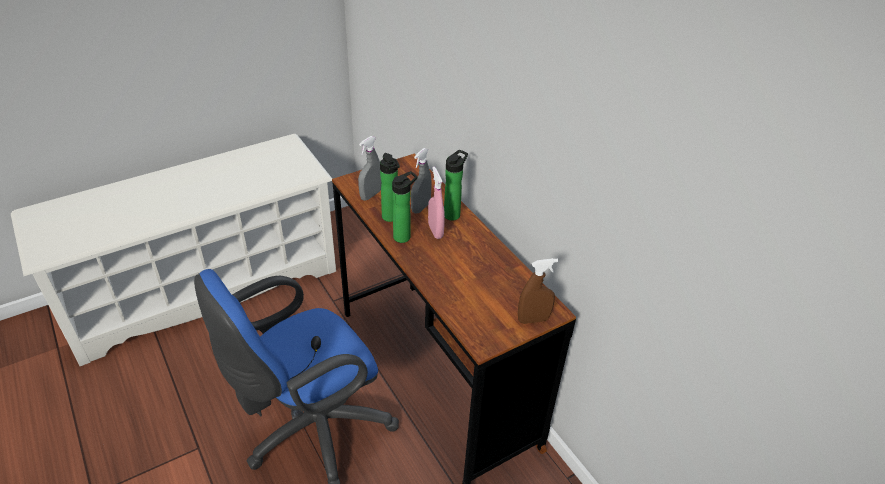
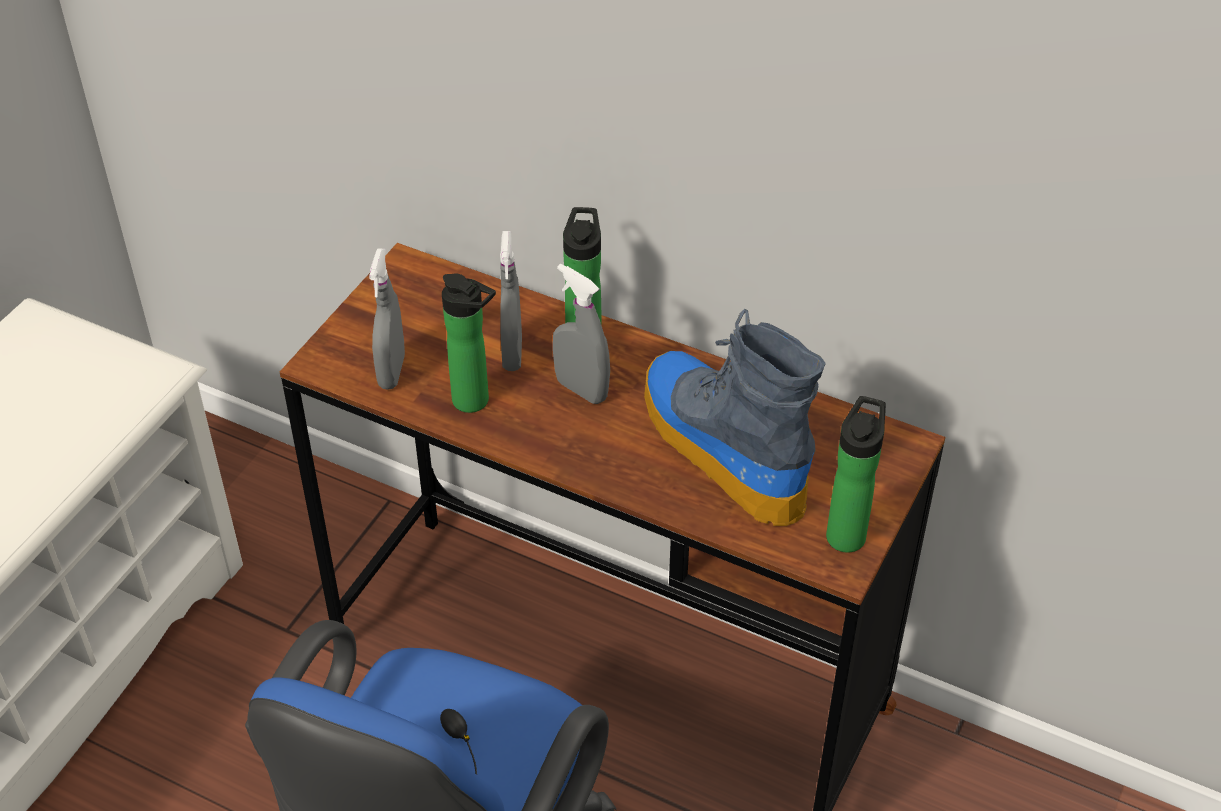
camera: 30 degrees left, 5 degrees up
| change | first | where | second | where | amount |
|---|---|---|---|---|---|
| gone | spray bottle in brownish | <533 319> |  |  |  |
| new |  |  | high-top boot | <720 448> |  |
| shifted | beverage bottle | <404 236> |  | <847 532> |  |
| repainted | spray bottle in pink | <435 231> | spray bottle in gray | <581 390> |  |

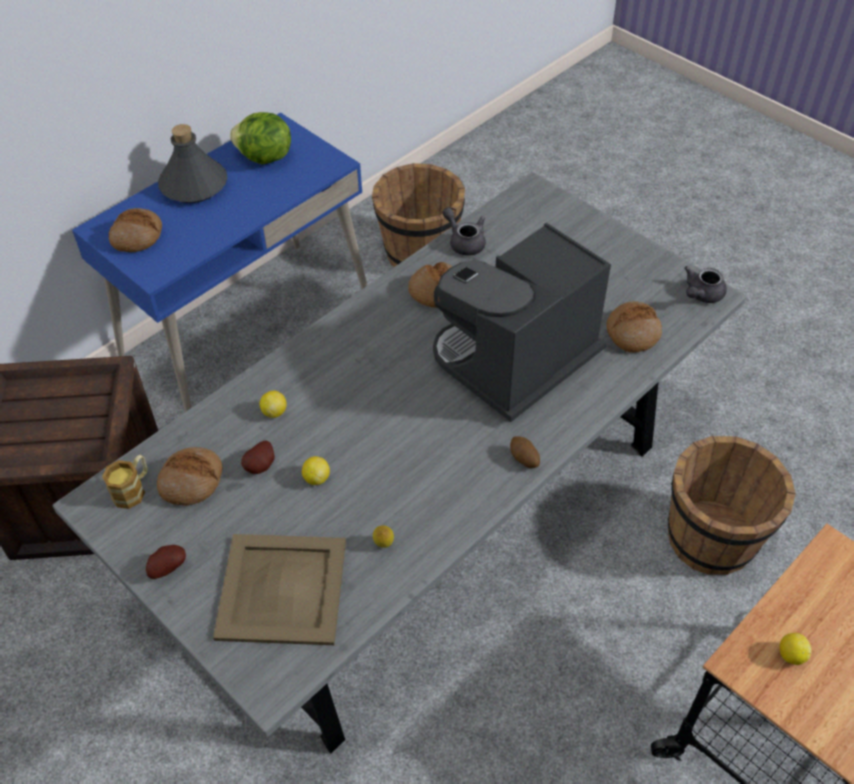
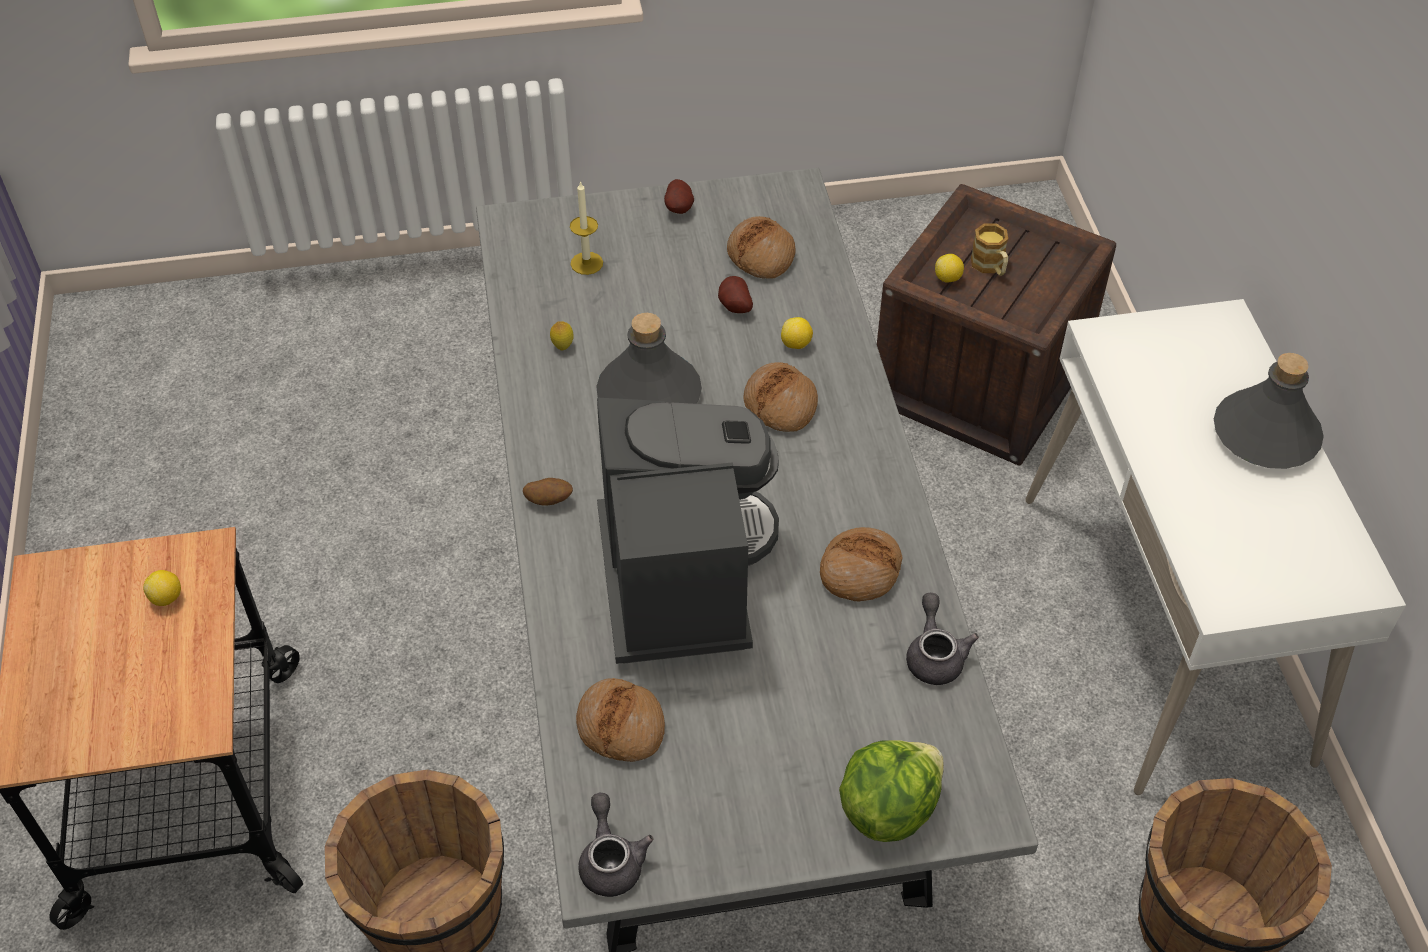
camera: 125 degrees right, 0 degrees up
| change | first | where | second | where | amount |
|---|---|---|---|---|---|
| new |  |  | beverage bottle in gray | <649 394> |  |
| shifted | coffee mug | <133 489> |  | <990 267> |  |
| shifted | bread | <137 236> |  | <780 404> |  |
| shifted | lettuce head | <264 158> |  | <887 808> |  |
| shifted | whole lemon | <316 478> |  | <948 278> |  |
| swapped | tray in sand-coloured | <280 590> | wax light | <586 263> |  |
| repainted | desk table in blue | <247 328> | desk table in white | <1164 625> |  |
| rotated | tea pot in gray | <464 242> |  | <935 655> | 90 degrees counterclockwise |

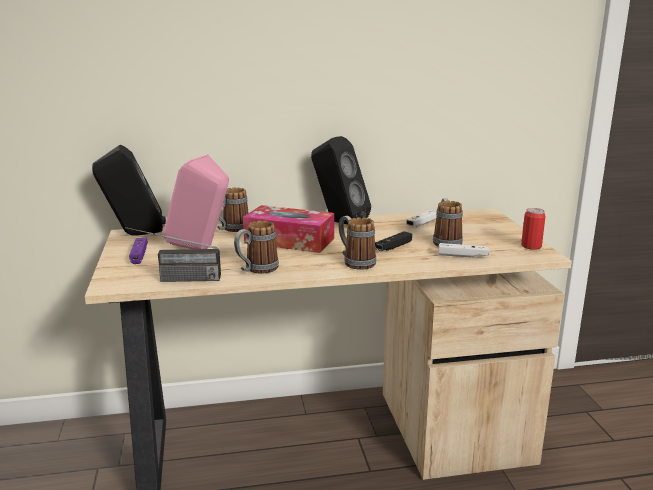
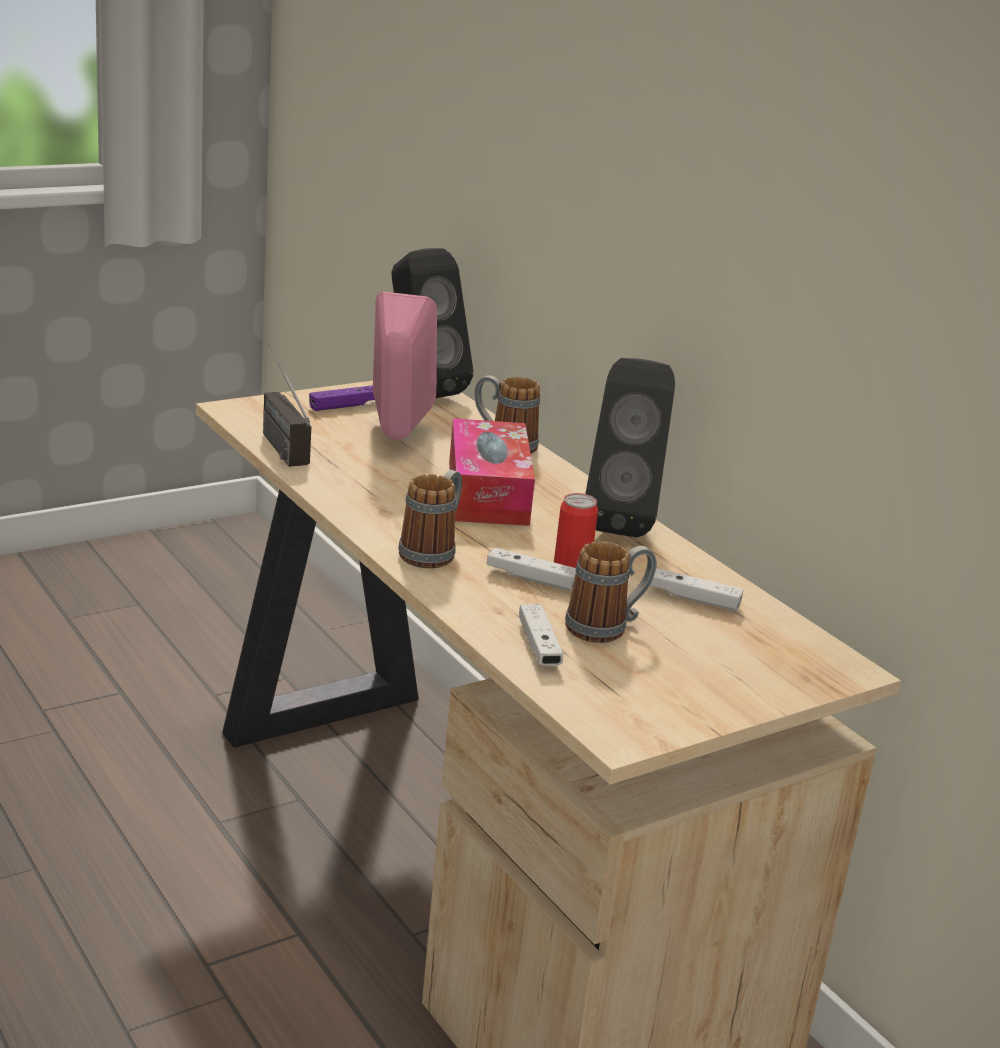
camera: 65 degrees right, 5 degrees up
| change | first | where | second | where | amount |
|---|---|---|---|---|---|
| gone | coffee mug | <256 270> |  |  |  |
| shifted | sealed can | <531 246> |  | <572 564> |  |
| repainted | joypad in black | <393 247> | joypad in white | <531 579> |  |

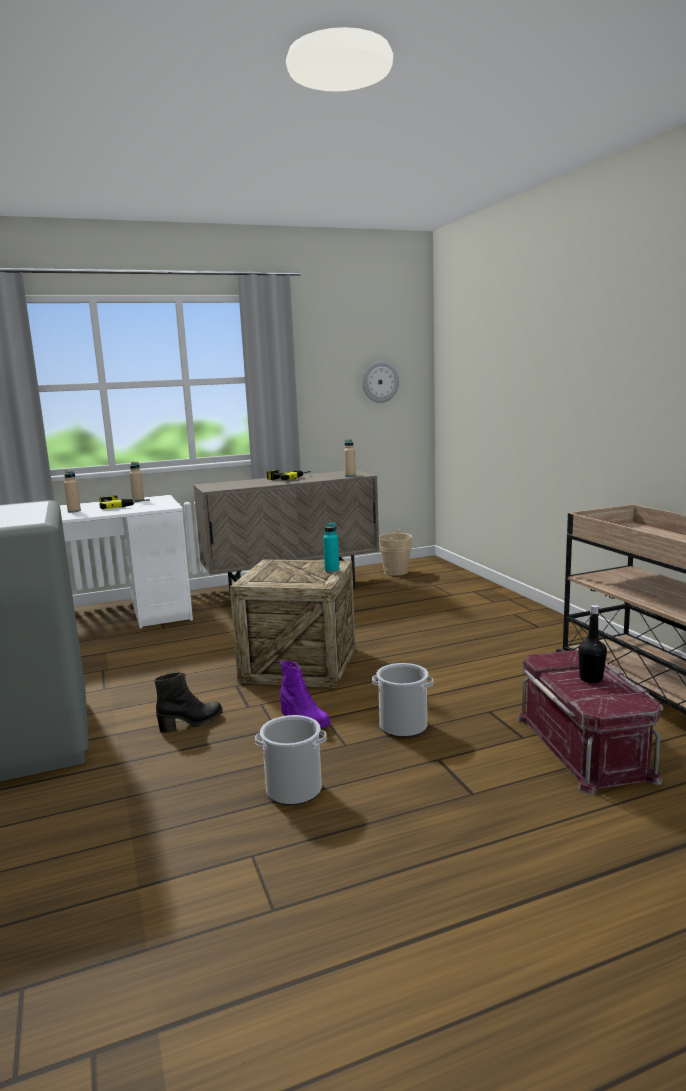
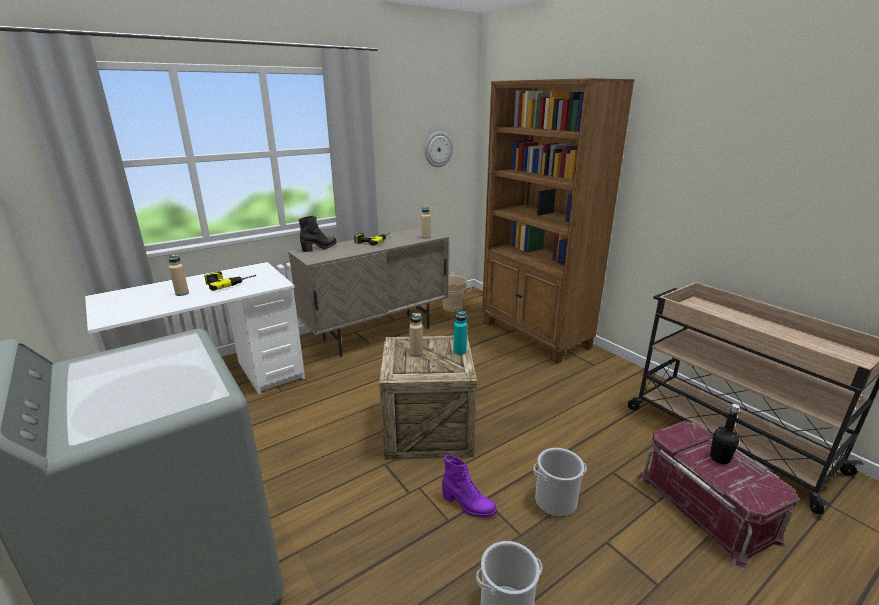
camera: 15 degrees left, 10 degrees up
| change | first | where | second | where | amount |
|---|---|---|---|---|---|
| new |  |  | bookshelf in brownish | <535 335> |  |
| shifted | beverage bottle in sand-coloured | <138 500> |  | <416 353> |  |
| shifted | high-top boot in black | <191 723> |  | <320 248> |  |

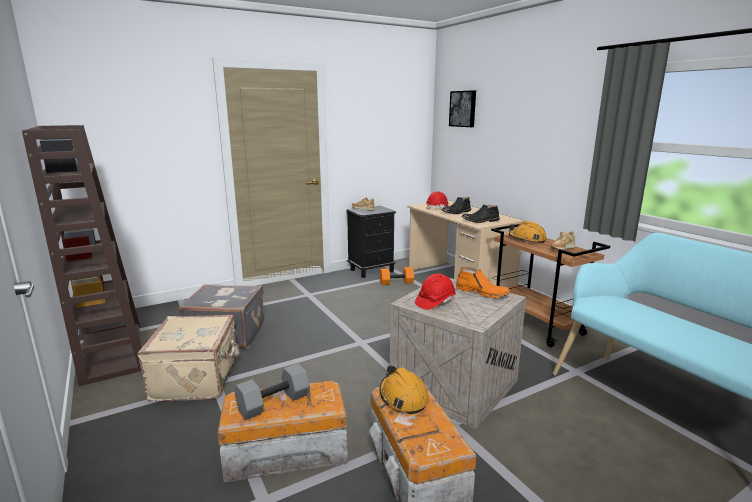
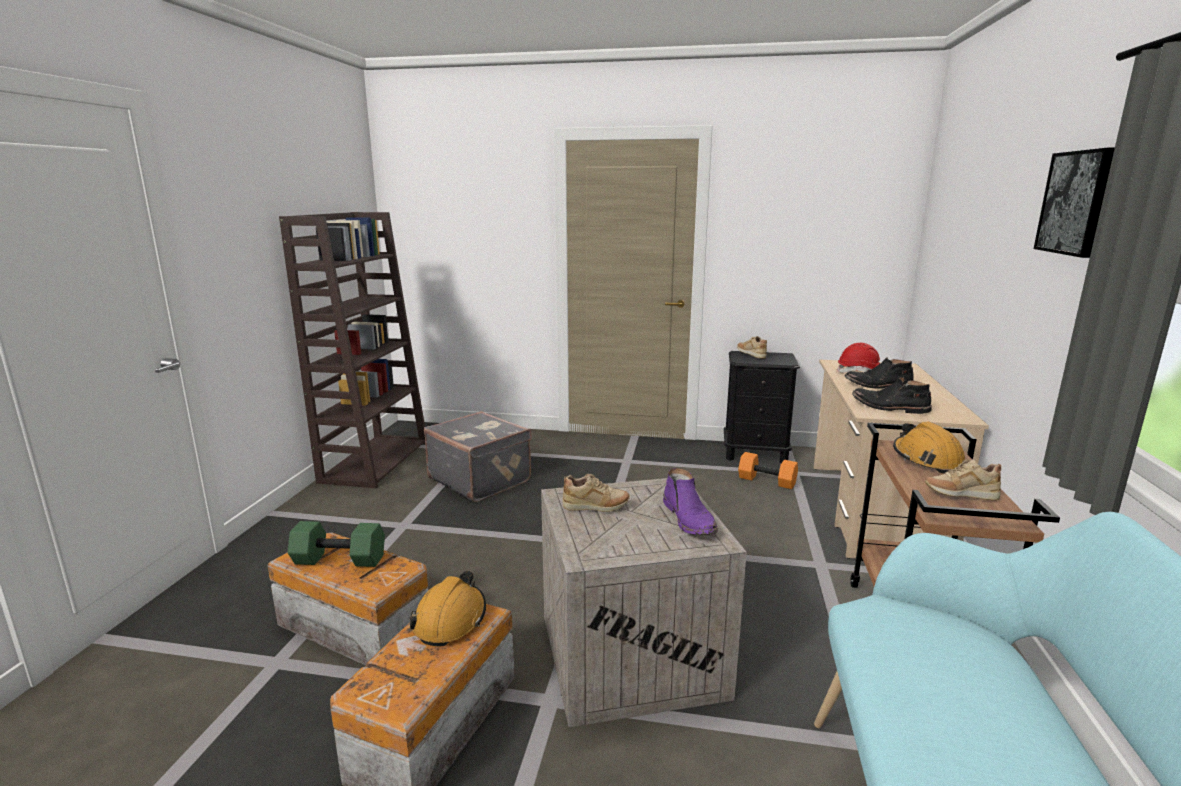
camera: 40 degrees right, 0 degrees up
| change | first | where | second | where | amount |
|---|---|---|---|---|---|
| gone | travel case in sand-coloured | <197 378> |  |  |  |
| shifted | picture | <463 109> |  | <1079 203> |  |
| swapped | work helmet in red-coloured | <435 302> | shoe in sand-coloured | <595 508> |  |
| repainted | dumbbell in gray | <273 404> | dumbbell in greenish | <338 560> |  |
| repainted | high-top boot in orange | <482 292> | high-top boot in purplish | <690 519> |  |

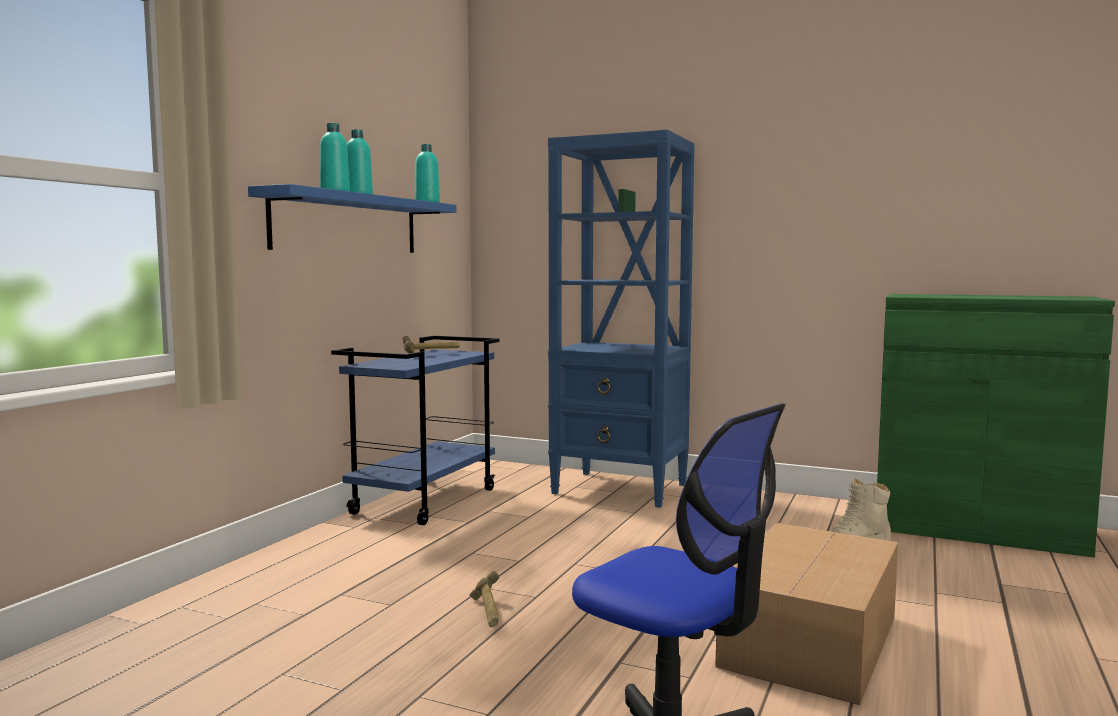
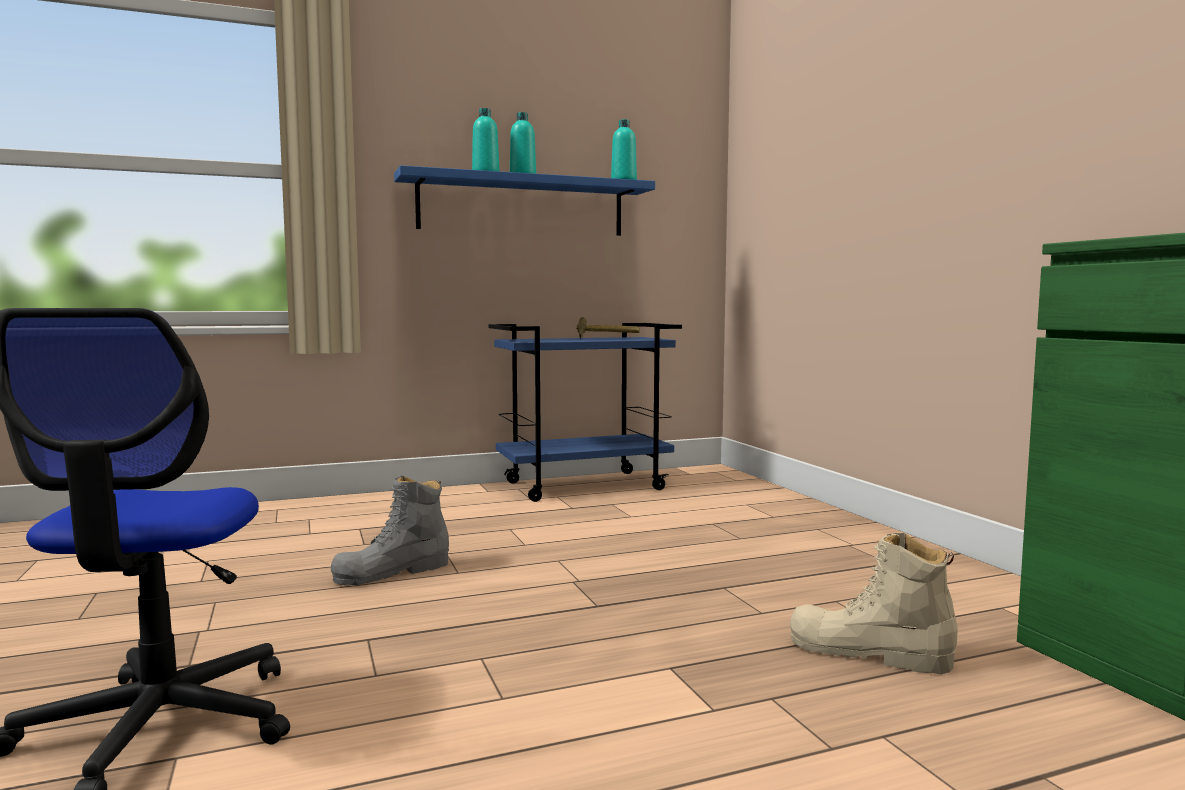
camera: 45 degrees right, 0 degrees up
| change | first | where | second | where | amount |
|---|---|---|---|---|---|
| gone | bookshelf in blue | <621 489> |  |  |  |
| gone | cardboard box | <813 640> |  |  |  |
| swapped | tool hammer | <488 615> | high-top boot in gray | <392 572> |  |

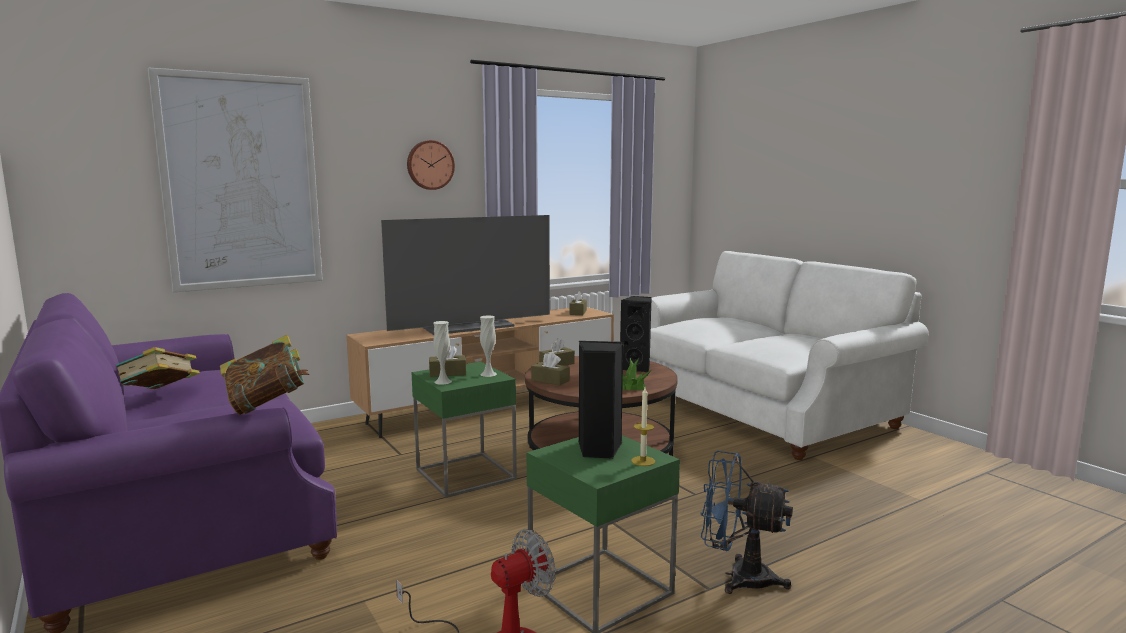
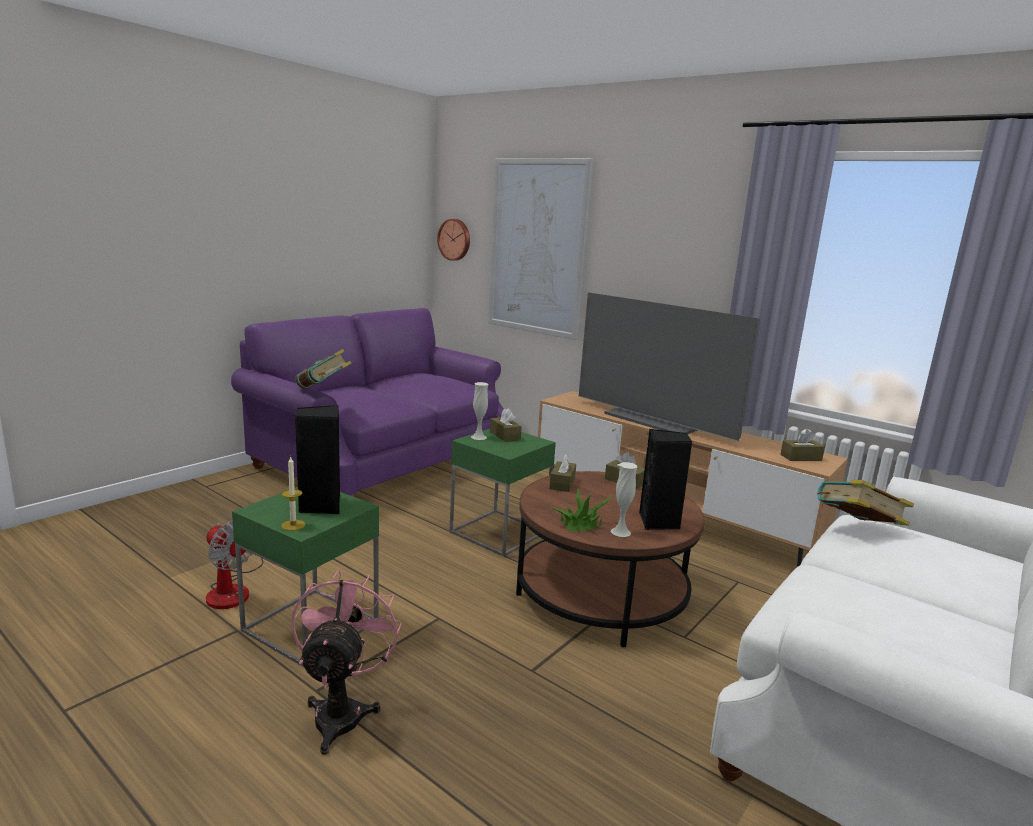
camera: 70 degrees right, 5 degrees up
| change | first | where | second | where | amount |
|---|---|---|---|---|---|
| shifted | volume | <158 395> |  | <856 528> |  |
| shifted | clock on the wall | <430 165> |  | <455 239> |  |
| shifted | flower vase in white | <488 374> |  | <620 532> |  |
| repainted | cooling fan in blue | <738 577> | cooling fan in pink | <342 711> |  |

